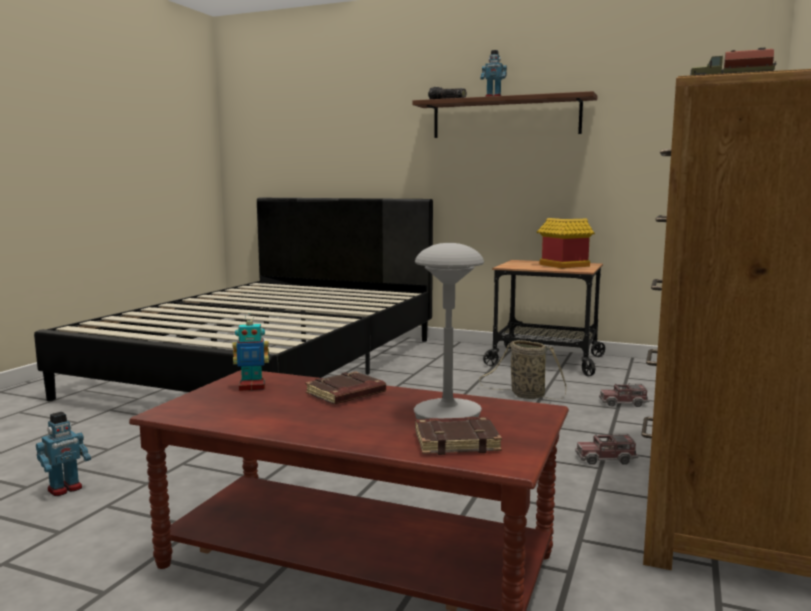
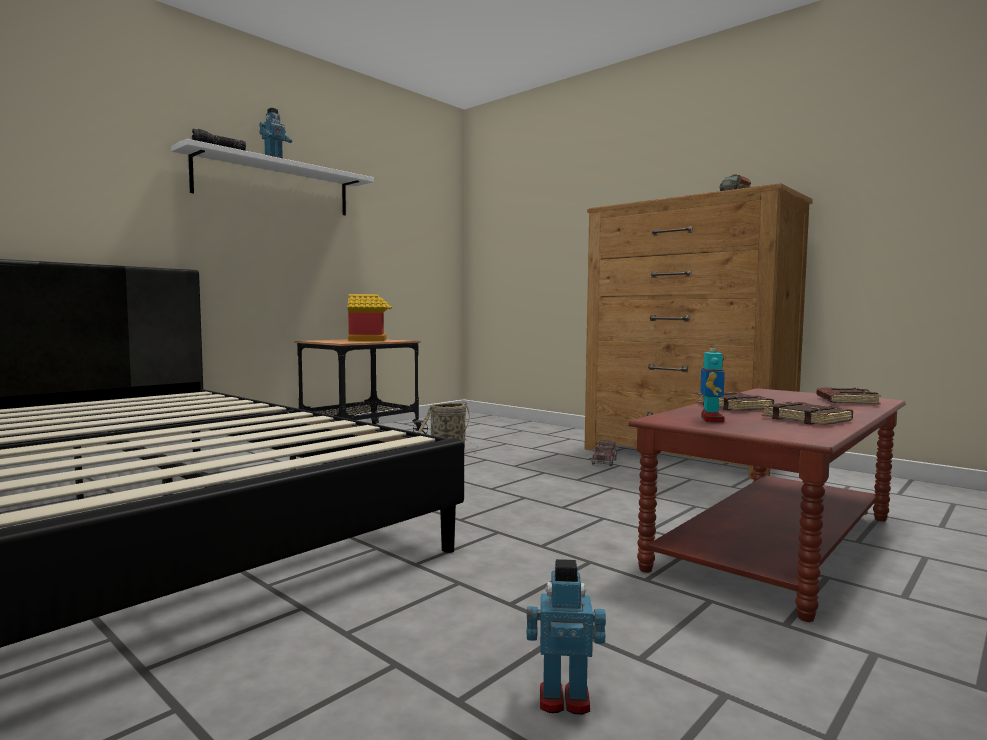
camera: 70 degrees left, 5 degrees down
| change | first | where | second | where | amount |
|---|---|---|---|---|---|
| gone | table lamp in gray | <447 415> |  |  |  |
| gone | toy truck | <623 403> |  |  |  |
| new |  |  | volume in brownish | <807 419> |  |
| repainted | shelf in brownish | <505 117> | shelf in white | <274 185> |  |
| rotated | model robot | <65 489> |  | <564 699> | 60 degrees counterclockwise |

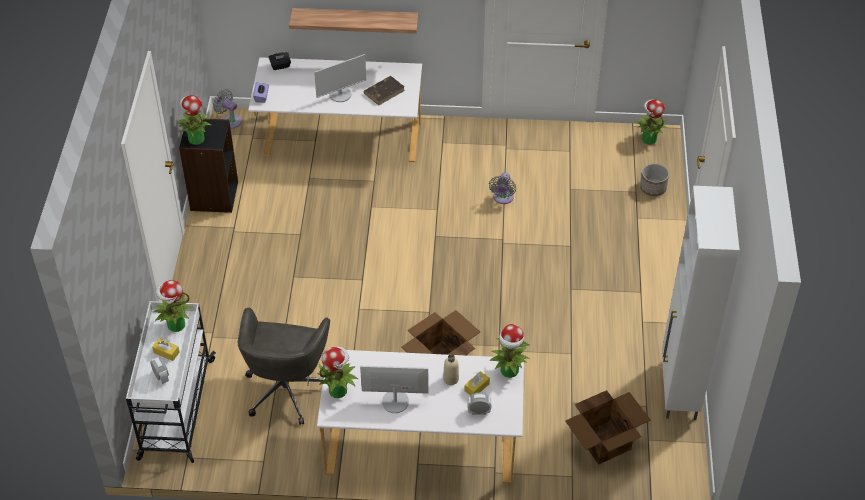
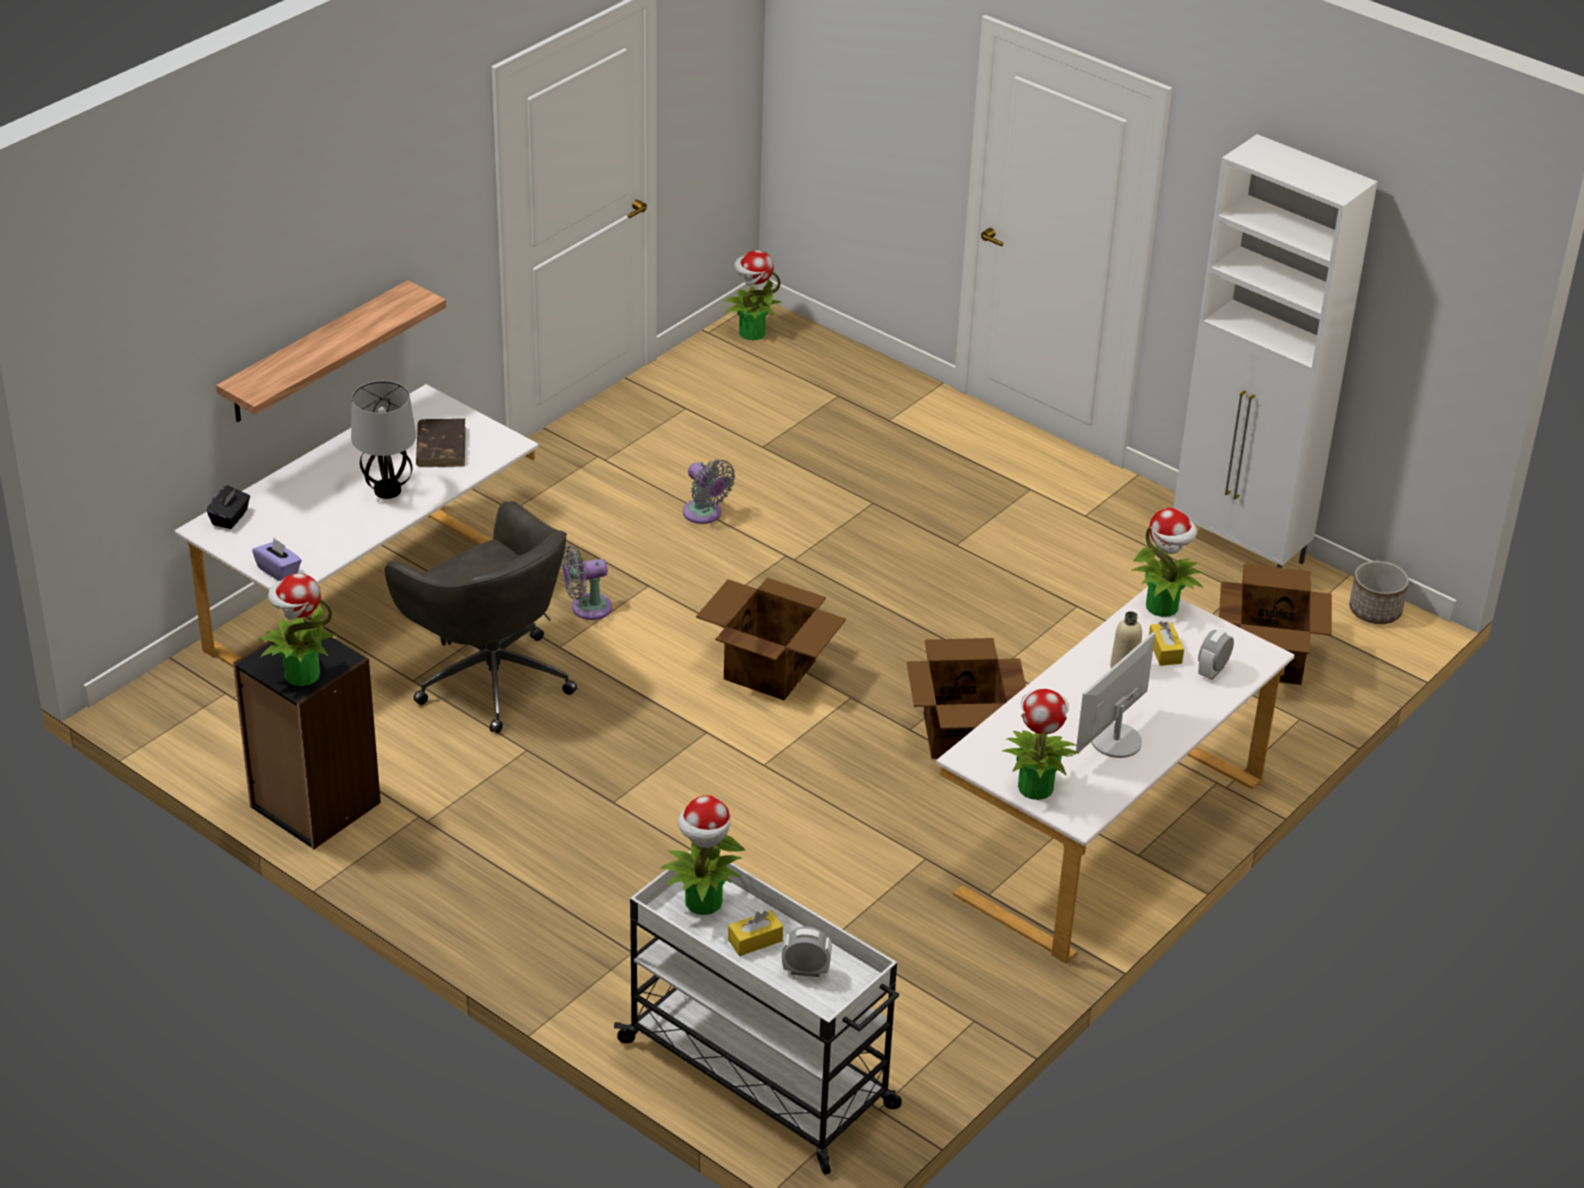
camera: 55 degrees left, 10 degrees down
| change | first | where | second | where | amount |
|---|---|---|---|---|---|
| new |  |  | cardboard box | <768 669> |  |
| shifted | cooling fan in gray | <230 120> |  | <587 608> |  |
| shifted | computer chair in gray | <286 388> |  | <490 677> |  |
| shifted | planter | <653 188> |  | <1375 611> |  |
| swapped | monitor | <340 94> | table lamp | <387 490> |  |

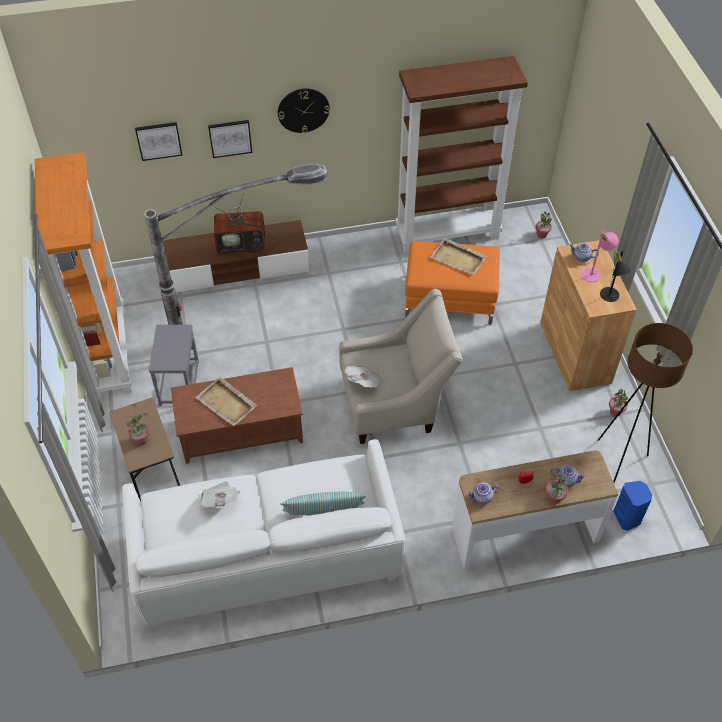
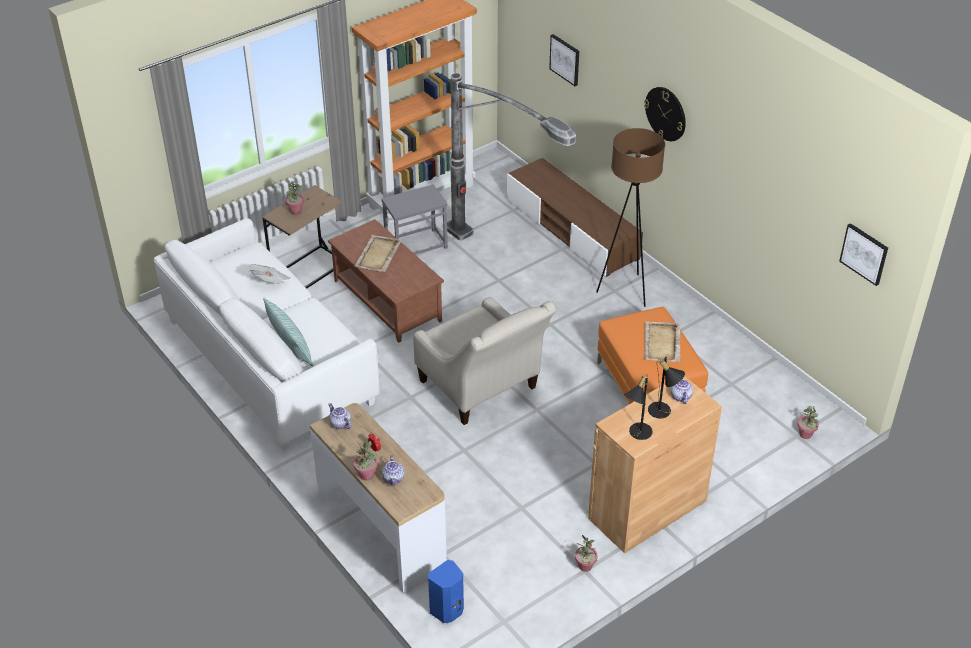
camera: 65 degrees right, 10 degrees down
| change | first | where | second | where | amount |
|---|---|---|---|---|---|
| gone | television | <243 244> |  |  |  |
| gone | newspaper | <365 382> |  |  |  |
| gone | bookshelf in brownish | <448 233> |  |  |  |
| shifted | picture | <230 138> |  | <864 253> |  |
| shifted | standard lamp in brownish | <619 460> |  | <625 291> |  |
| repainted | table lamp in pink | <594 274> | table lamp in black | <663 412> |  |

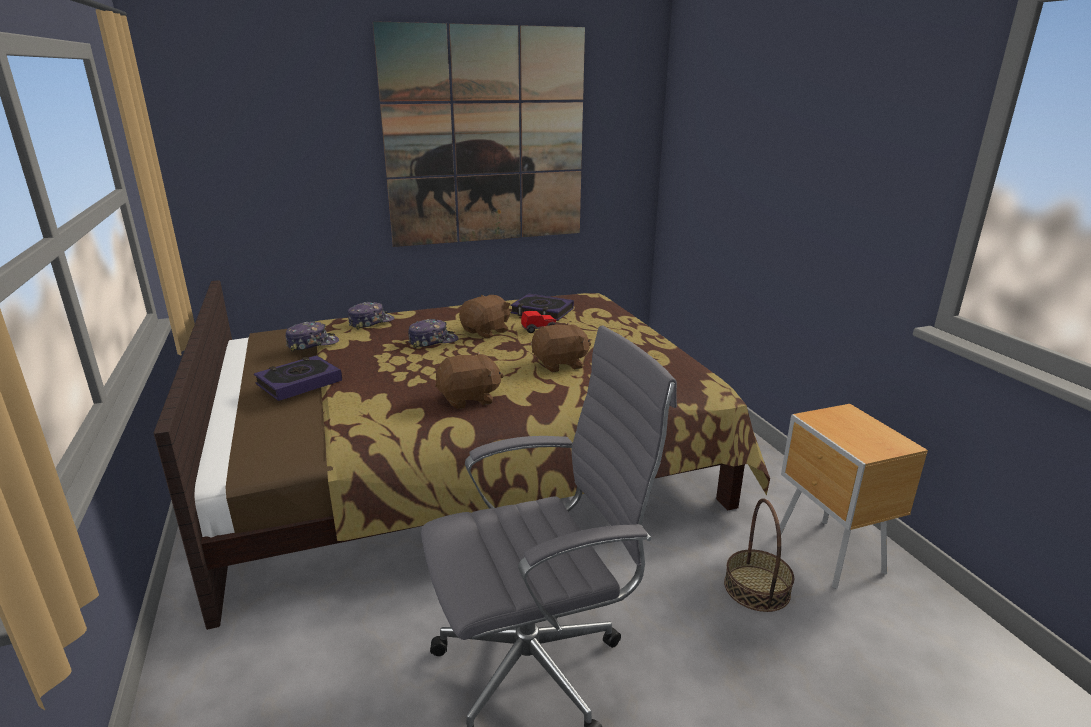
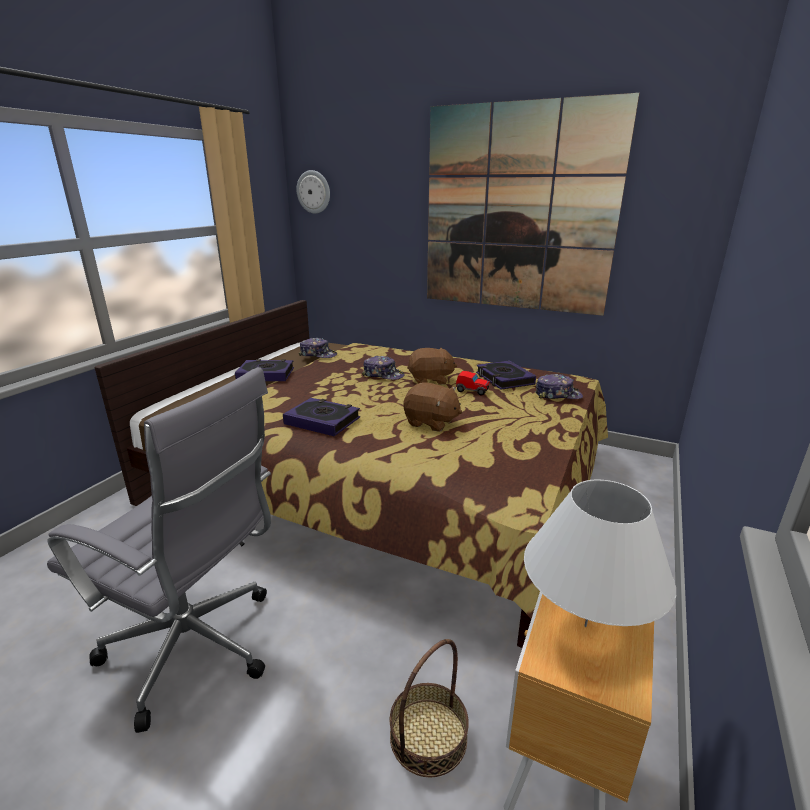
camera: 45 degrees right, 0 degrees up
| change | first | where | second | where | amount |
|---|---|---|---|---|---|
| new |  |  | clock on the wall | <314 192> |  |
| new |  |  | table lamp in white | <585 626> |  |
| shifted | baseball cap | <371 322> |  | <557 395> |  |
| swapped | plush toy in brownish | <469 399> | volume | <322 421> |  |

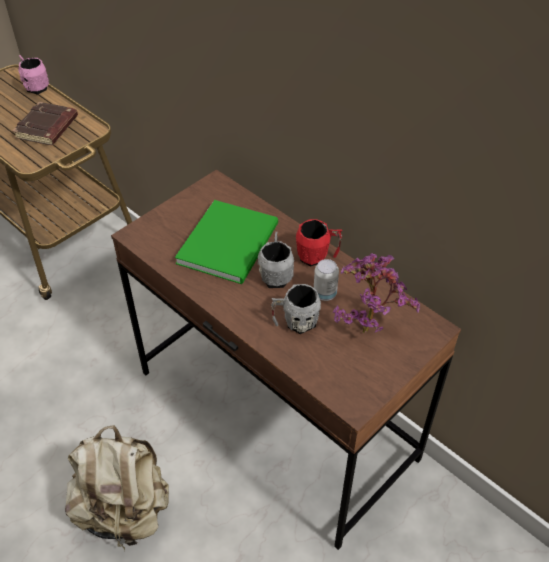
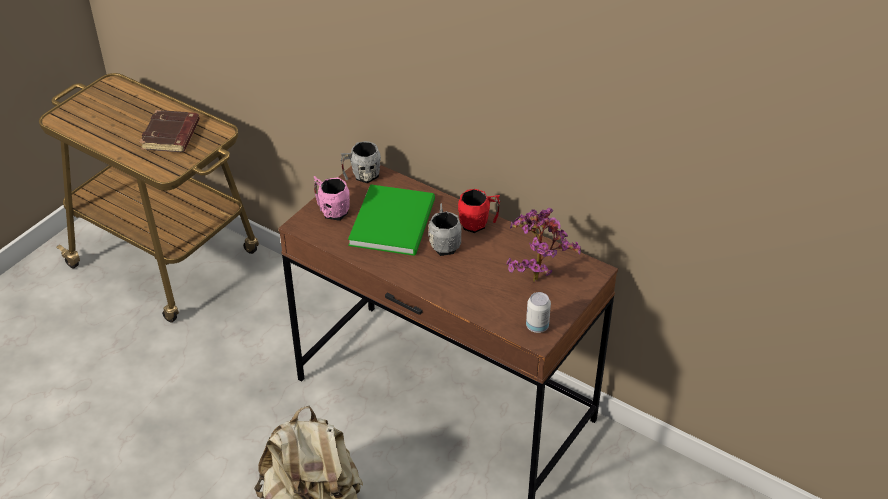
camera: 10 degrees left, 5 degrees down
| change | first | where | second | where | amount |
|---|---|---|---|---|---|
| shifted | coffee mug in pink | <35 87> |  | <331 210> |  |
| shifted | coffee mug in gray | <295 322> |  | <361 176> |  |
| shifted | sealed can | <324 294> |  | <537 326> |  |

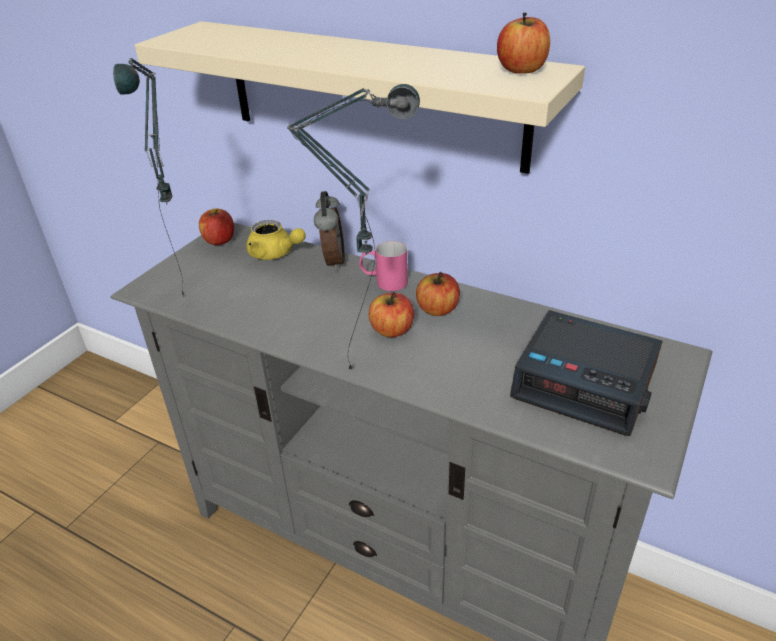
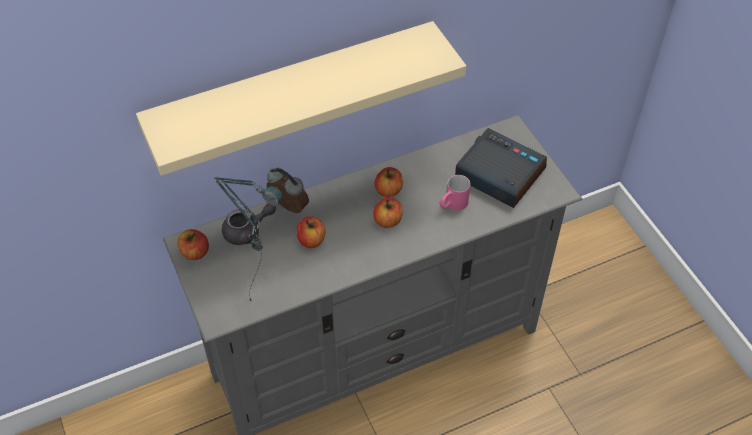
camera: 55 degrees left, 15 degrees up
| change | first | where | second | where | amount |
|---|---|---|---|---|---|
| gone | table lamp | <367 363> |  |  |  |
| shifted | coffee mug in pink | <384 282> |  | <452 205> |  |
| shifted | whole apple | <521 70> |  | <311 240> |  |
| repainted | tea pot in yellow-coloured | <275 254> | tea pot in gray | <247 231> |  |
| rotated | bedside clock | <586 382> |  | <498 174> | 120 degrees counterclockwise |

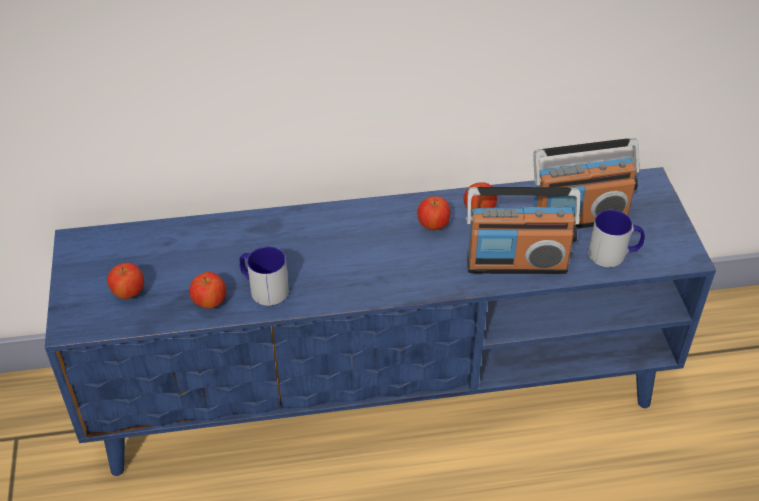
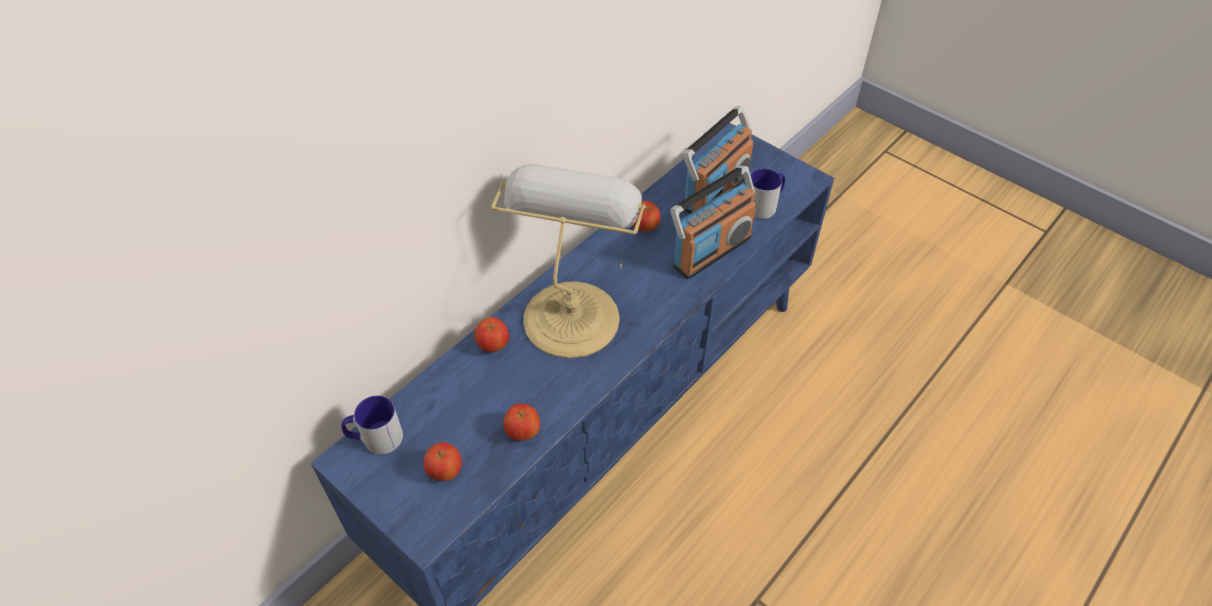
camera: 40 degrees left, 5 degrees up
| change | first | where | second | where | amount |
|---|---|---|---|---|---|
| new |  |  | table lamp | <572 314> |  |
| shifted | coffee mug | <263 288> |  | <375 438> |  |
| shifted | whole apple | <433 225> |  | <493 345> |  |

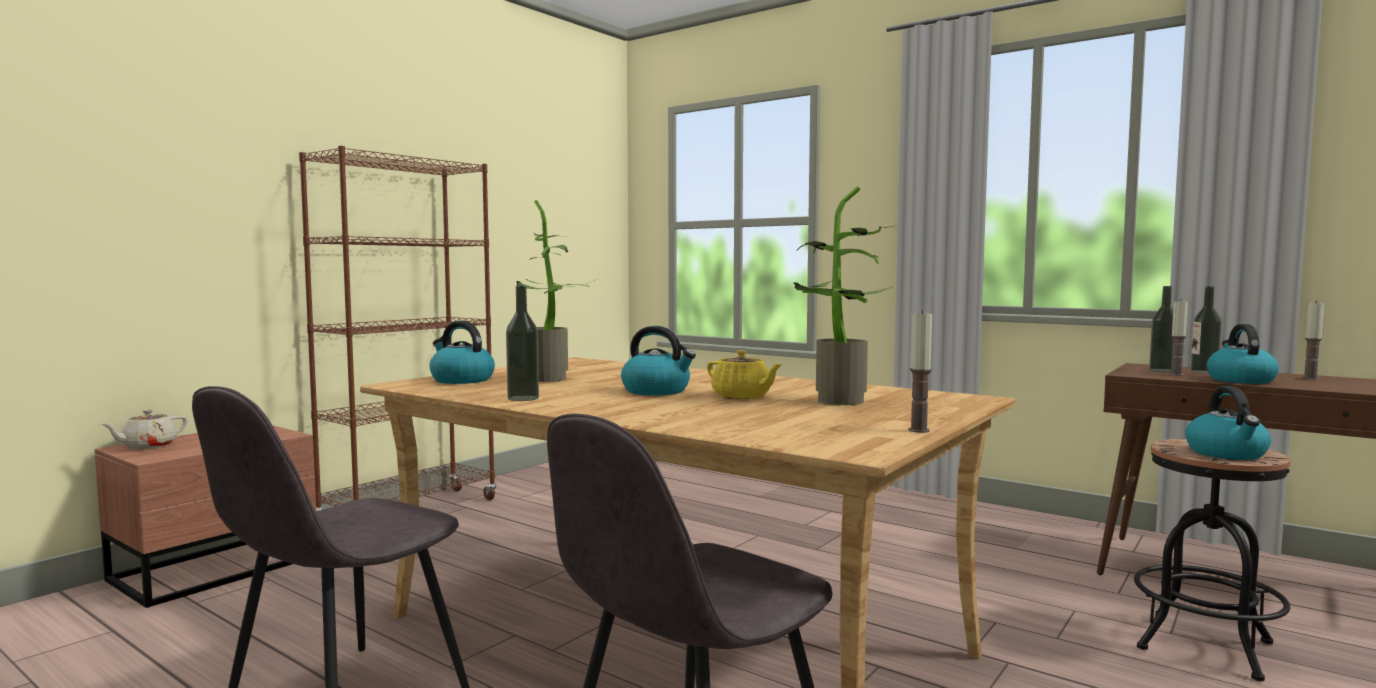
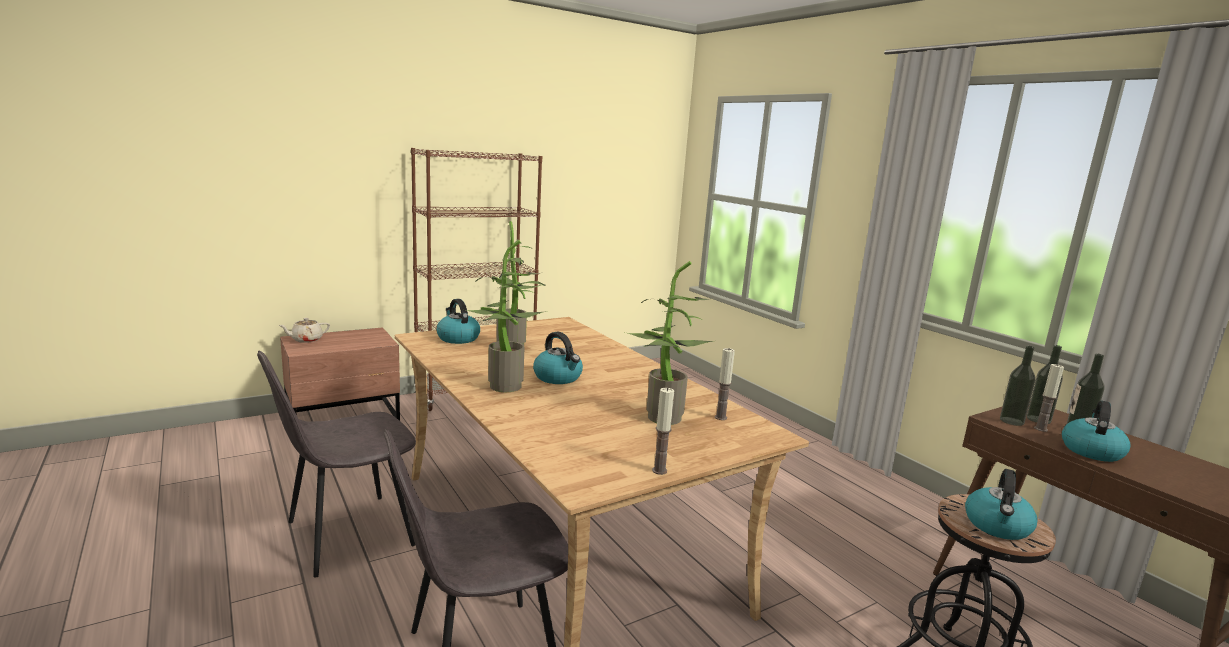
camera: 20 degrees right, 10 degrees up
| change | first | where | second | where | amount |
|---|---|---|---|---|---|
| gone | tea pot in yellow-coloured | <742 397> |  |  |  |
| new |  |  | potted plant | <502 388> |  |
| shifted | beverage bottle | <523 398> |  | <1011 421> |  |
| shifted | wax light | <1310 378> |  | <720 417> |  |

